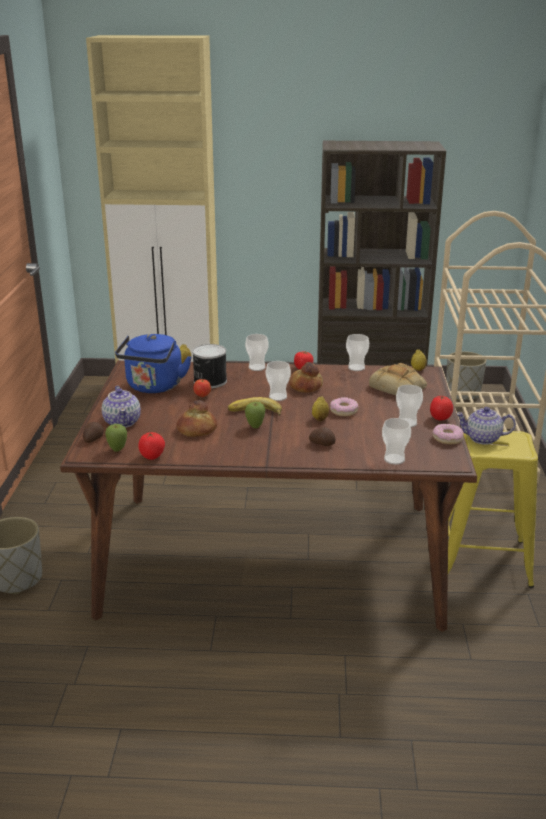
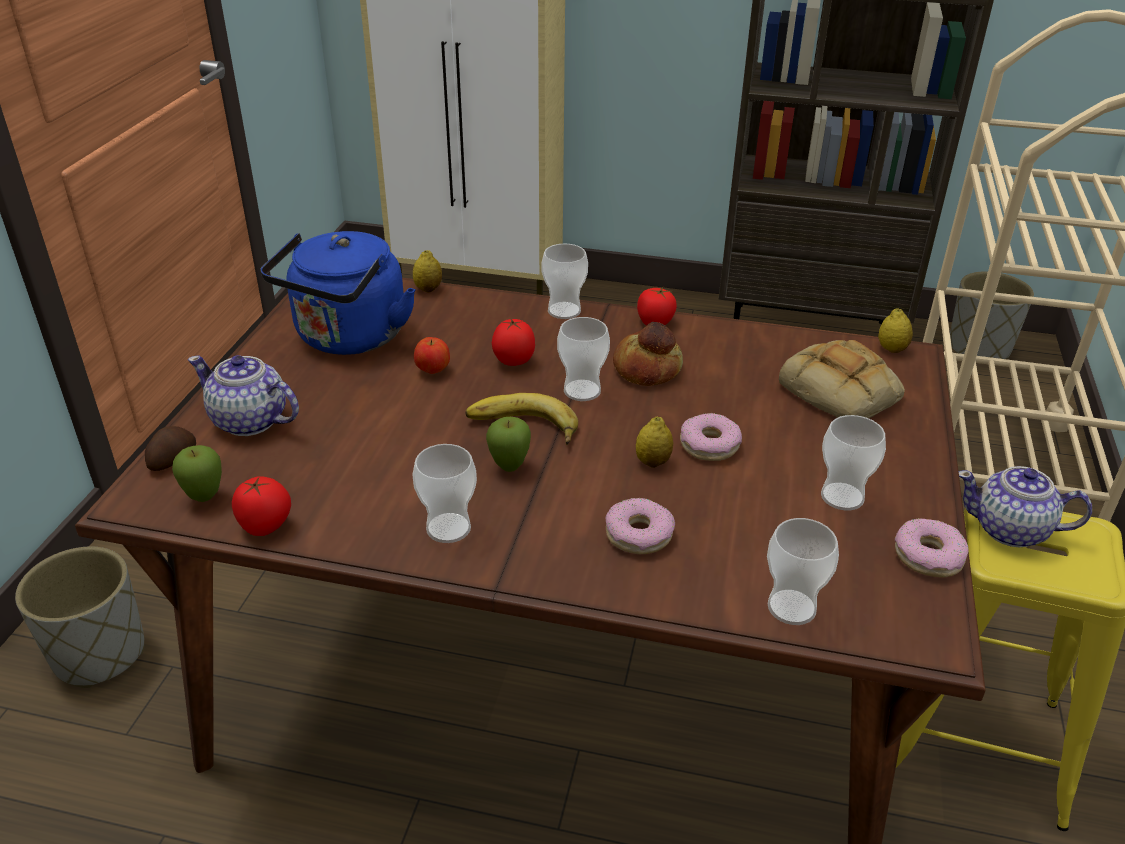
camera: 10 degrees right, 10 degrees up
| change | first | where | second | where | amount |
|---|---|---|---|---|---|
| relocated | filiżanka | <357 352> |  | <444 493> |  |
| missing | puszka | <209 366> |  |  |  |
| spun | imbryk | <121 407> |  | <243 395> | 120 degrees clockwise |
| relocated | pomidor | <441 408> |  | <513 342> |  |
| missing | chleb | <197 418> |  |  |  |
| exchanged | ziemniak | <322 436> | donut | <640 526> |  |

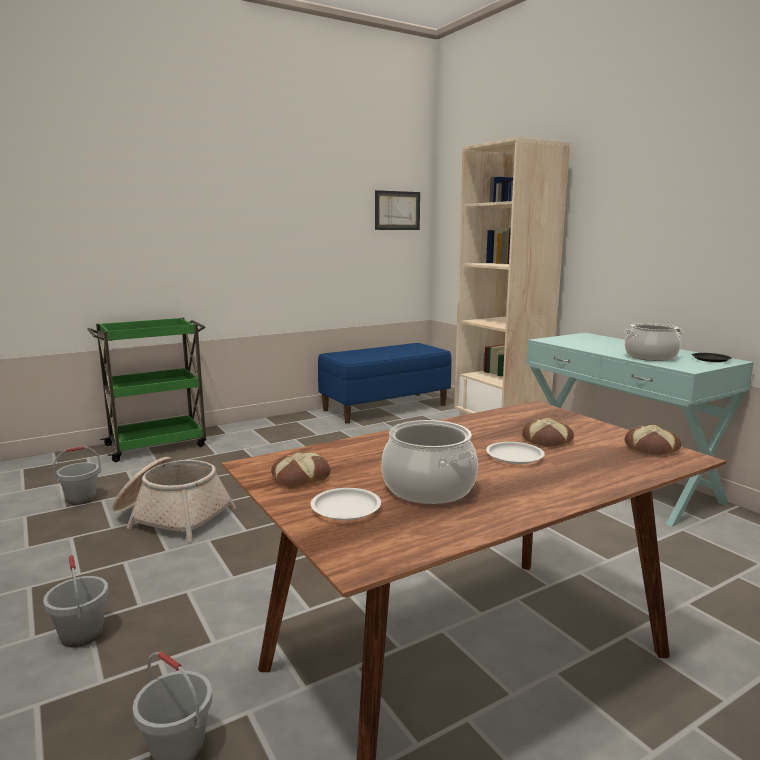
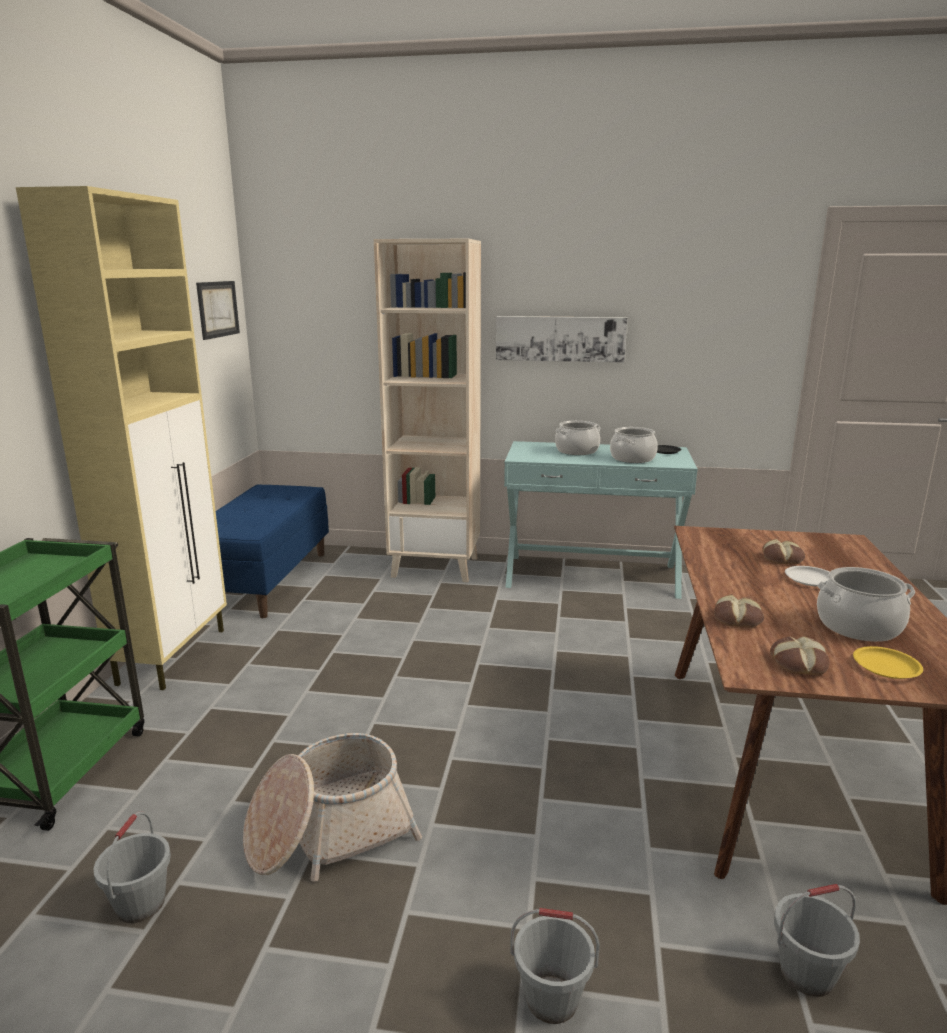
camera: 50 degrees left, 5 degrees up
| change | first | where | second | where | amount |
|---|---|---|---|---|---|
| relocated | chleb | <653 440> |  | <739 611> |  |
| colour | talerz [biały] | <346 504> | talerz [żółty] | <888 662> |  |
| appeared |  |  | szafka [beżowy] | <121 438> |  |
| appeared |  |  | obraz | <561 339> |  |
| appeared |  |  | garnek | <577 438> |  |

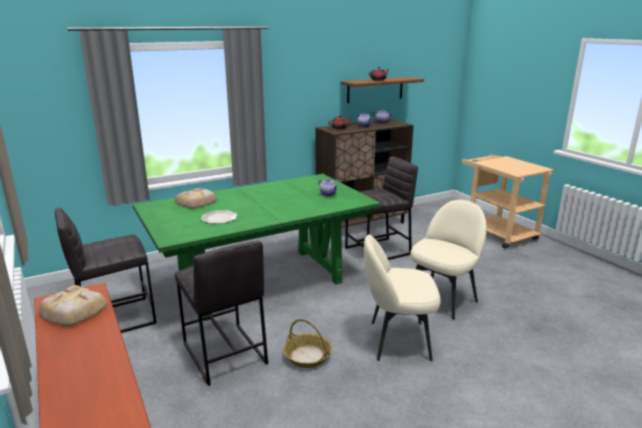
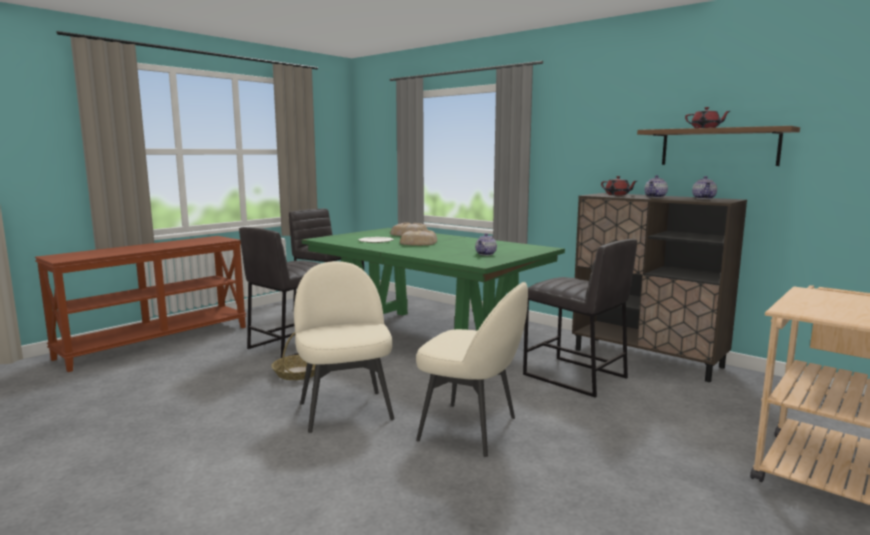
camera: 70 degrees right, 10 degrees down
| change | first | where | second | where | amount |
|---|---|---|---|---|---|
| relocated | chleb | <73 305> |  | <418 238> |  |

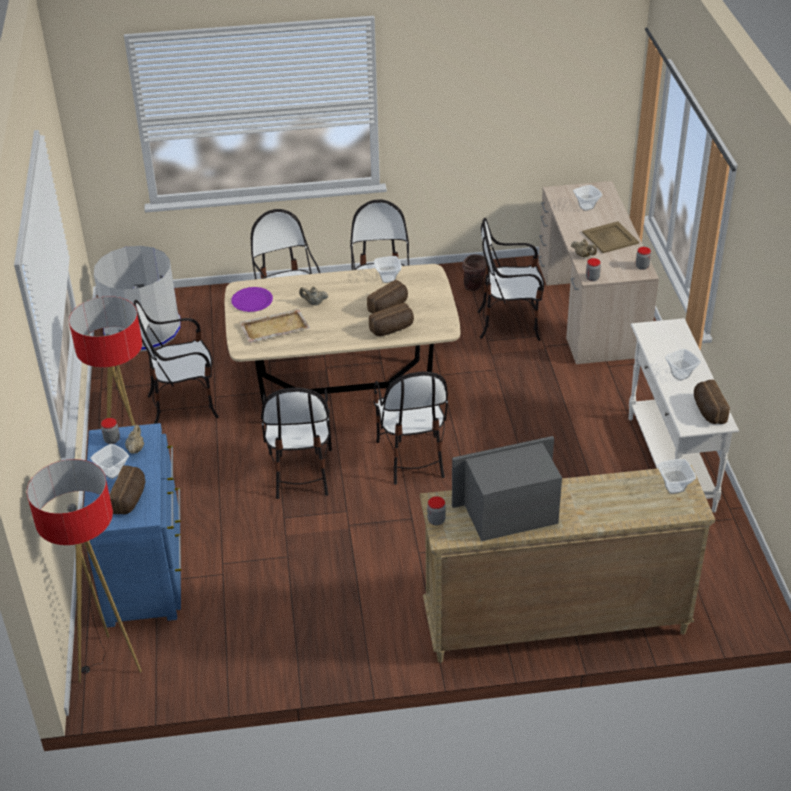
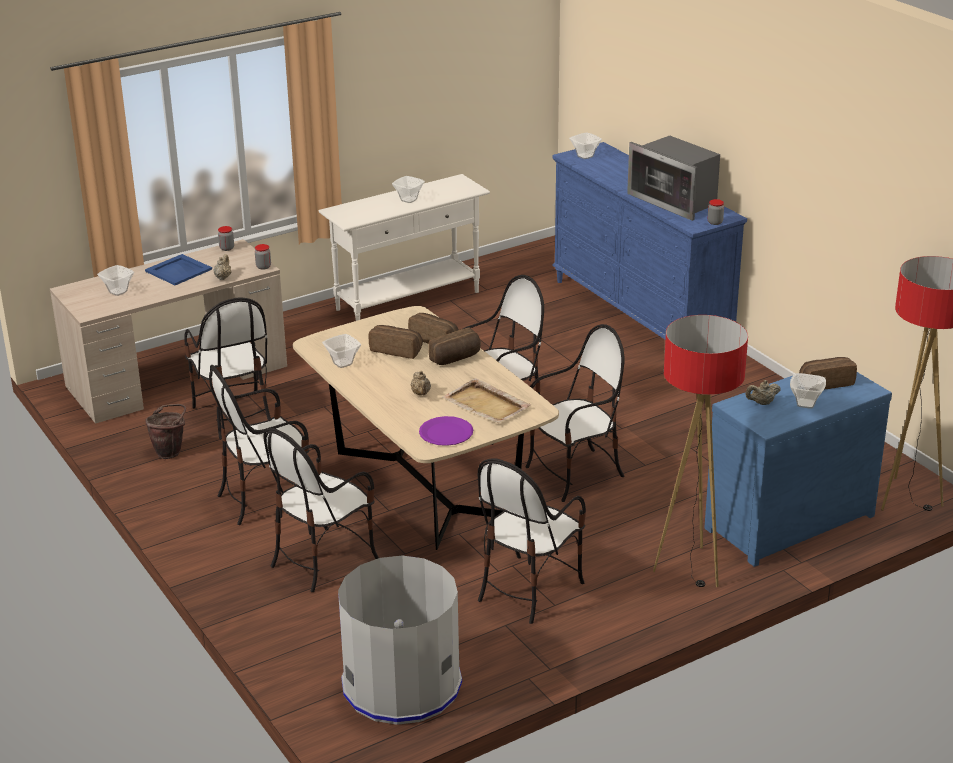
camera: 115 degrees left, 10 degrees down
| change | first | where | second | where | amount |
|---|---|---|---|---|---|
| colour | taca [beżowy] | <610 237> | taca [niebieski] | <178 269> |  |
| spun | krzesło | <176 362> |  | <532 541> | 75 degrees clockwise |
| relocated | chleb | <712 402> |  | <454 346> |  |
| missing | słoik | <110 431> |  |  |  |
| colour | komoda [beżowy] | <567 564> | komoda [niebieski] | <649 240> |  |

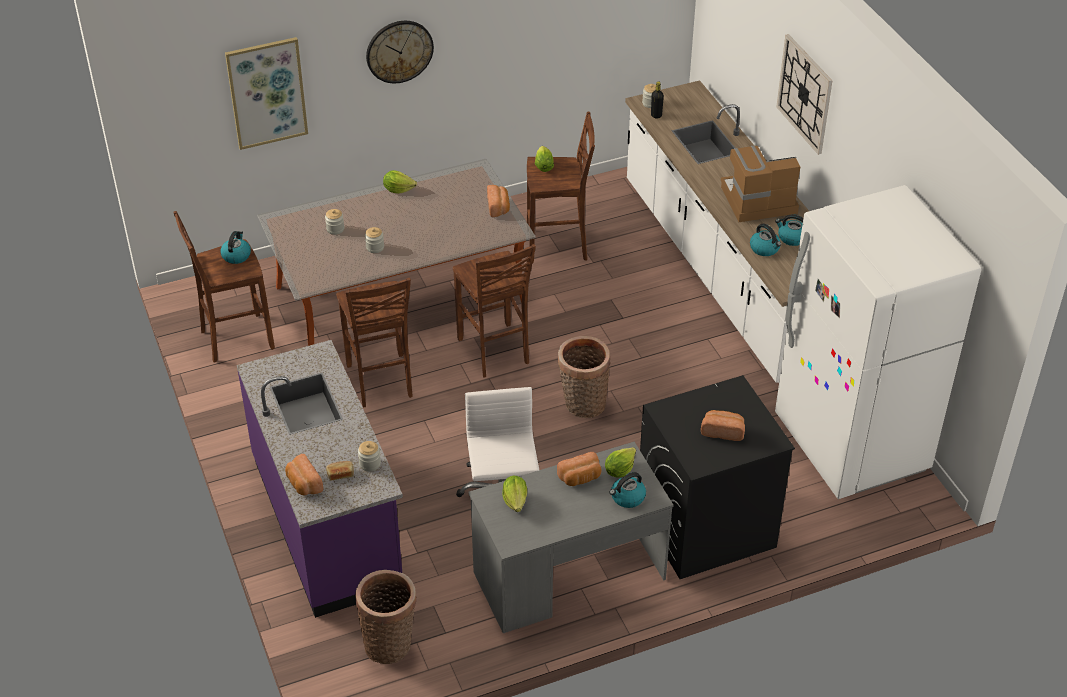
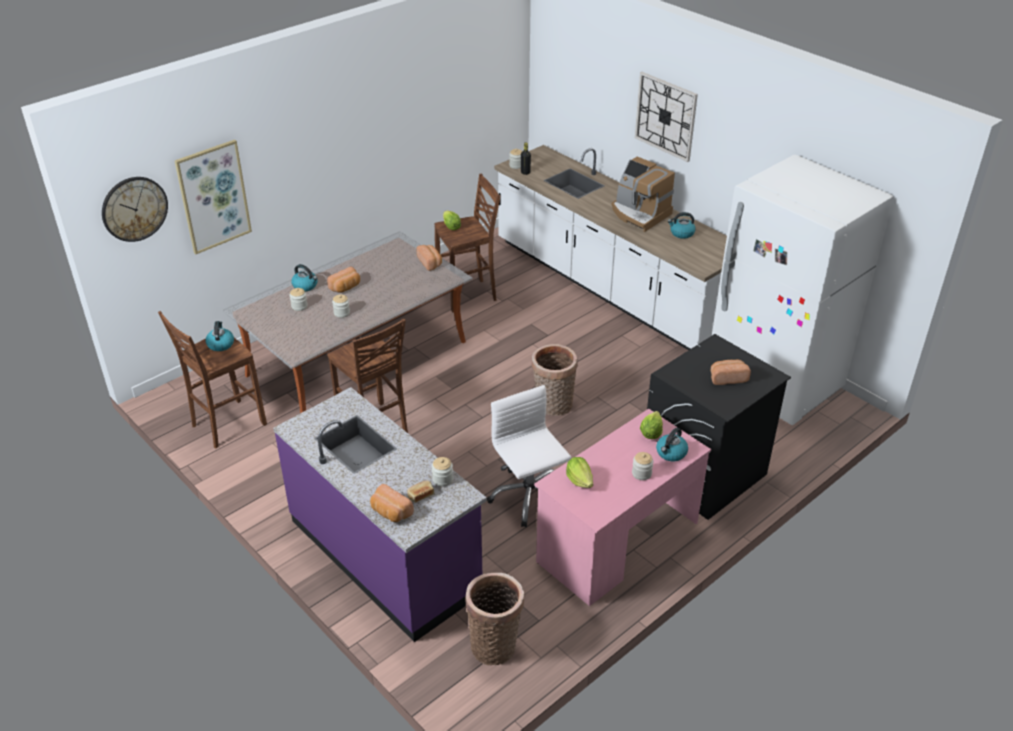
camera: 20 degrees left, 5 degrees down
| change | first | where | second | where | amount |
|---|---|---|---|---|---|
| relocated | zegar ścienny | <400 52> |  | <135 209> |  |
| spun | ekspres do kawy | <760 184> |  | <643 194> | 105 degrees counterclockwise |
| missing | sałata | <400 182> |  |  |  |
| relocated | czajnik | <765 239> |  | <305 277> |  |
| missing | stołek [brązowy] | <494 310> |  |  |  |
| colour | biurko [szary] | <571 537> | biurko [różowy] | <622 507> |  |
| relocated | chleb | <579 469> |  | <343 279> |  |
| appeared |  |  | słoik | <642 466> |  |

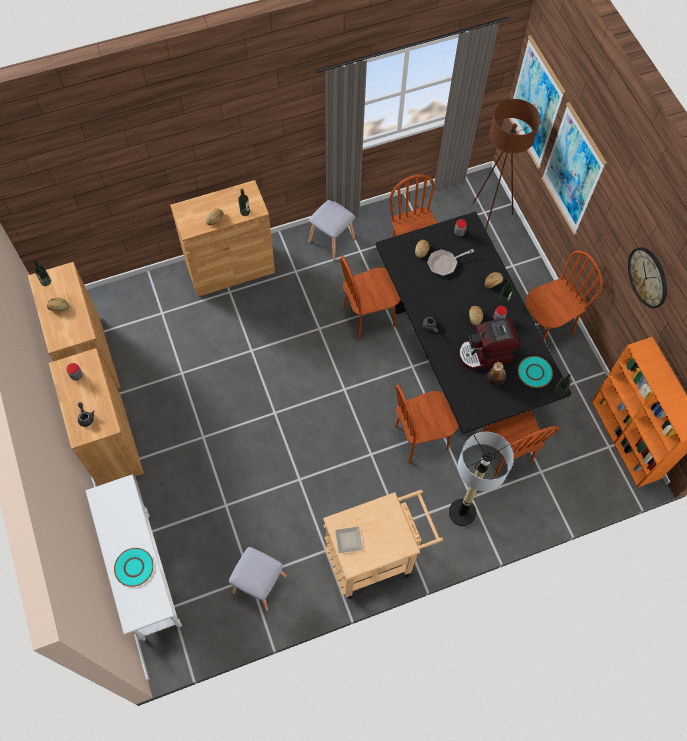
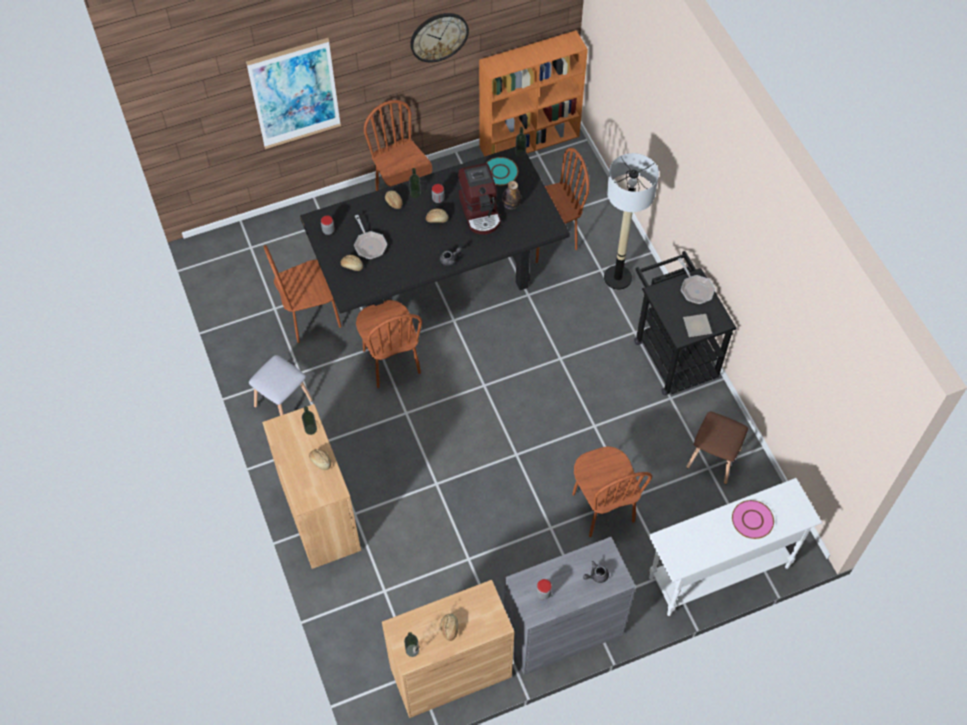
camera: 90 degrees left, 5 degrees down
| change | first | where | second | where | amount |
|---|---|---|---|---|---|
| missing | obraz | <537 102> |  |  |  |
| missing | lampa stojąca [brązowy] | <506 164> |  |  |  |
| colour | szafka [brązowy] | <96 417> | szafka [szary] | <570 606> |  |
| relocated | krzesło [brązowy] | <427 424> |  | <612 491> |  |
| colour | wózek [beżowy] | <383 544> | wózek [czarny] | <685 323> |  |
| colour | stołek [szary] | <258 579> | stołek [brązowy] | <717 448> |  |
| colour | talerz [turkusowy] | <134 567> | talerz [różowy] | <753 519> |  |
| appeared |  |  | patelnia | <696 281> |  |

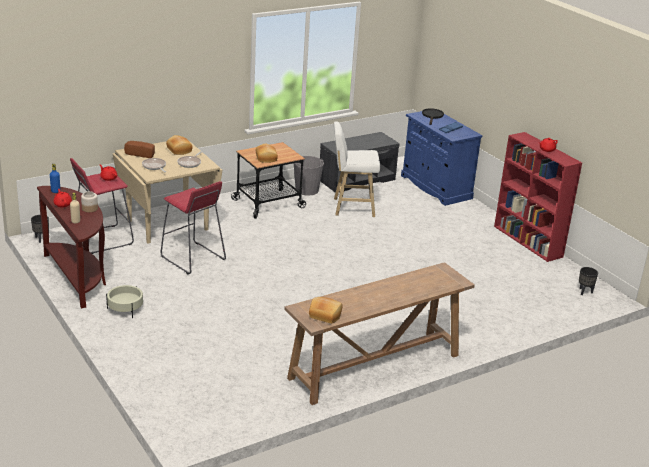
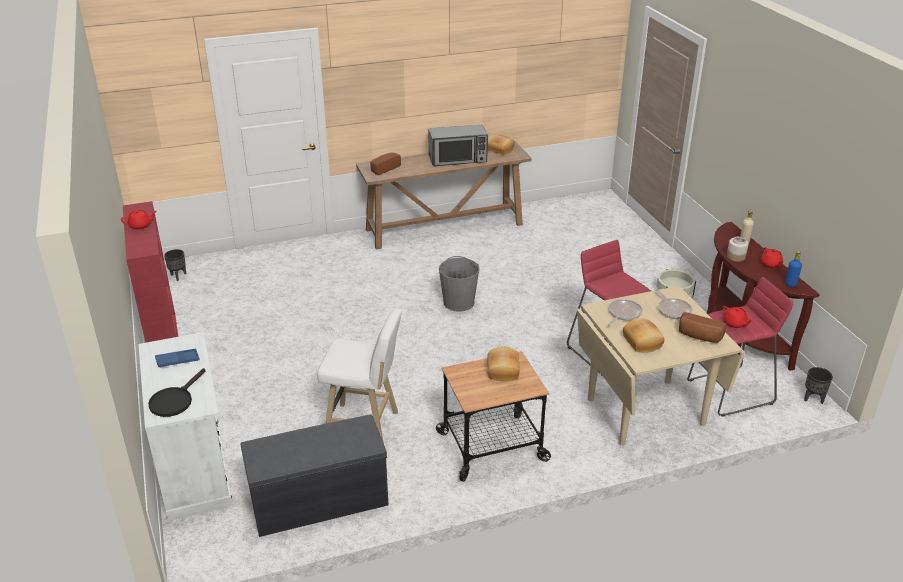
camera: 165 degrees left, 5 degrees up
| change | first | where | second | where | amount |
|---|---|---|---|---|---|
| colour | szafka [niebieski] | <442 158> | szafka [biały] | <185 426> |  |
| relocated | wiadro [szary] | <309 176> |  | <459 284> |  |
| appeared |  |  | mikrofalówka | <458 145> |  |
| appeared |  |  | chleb | <385 163> |  |

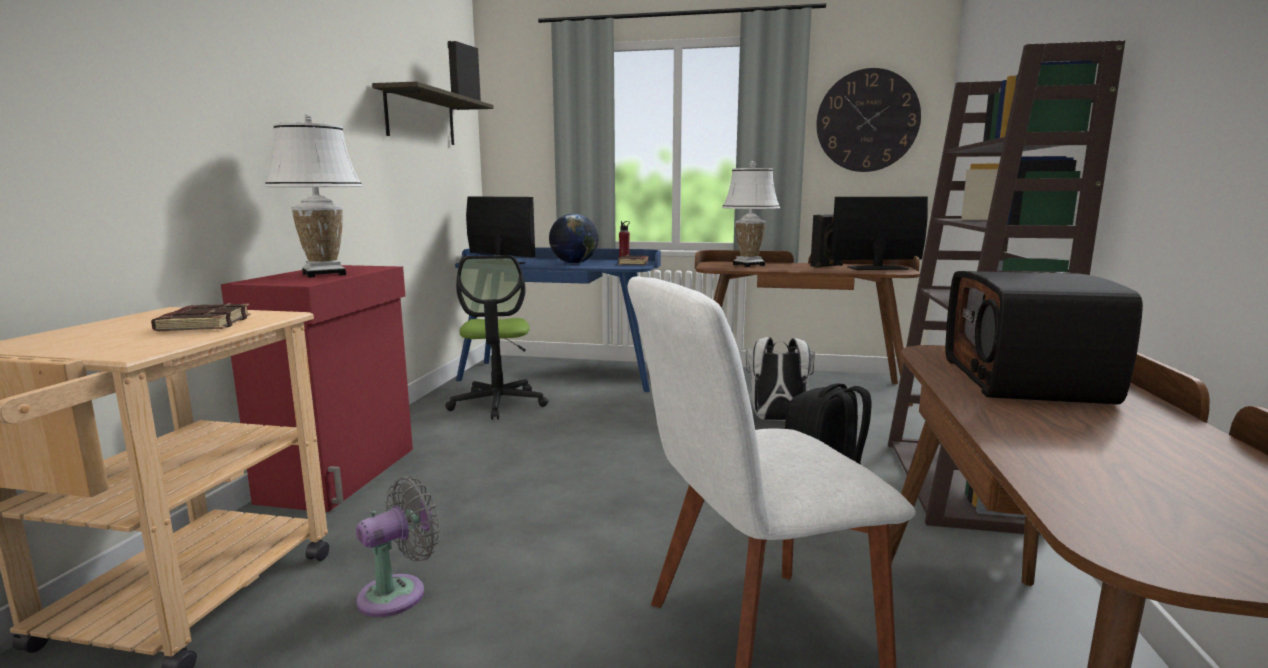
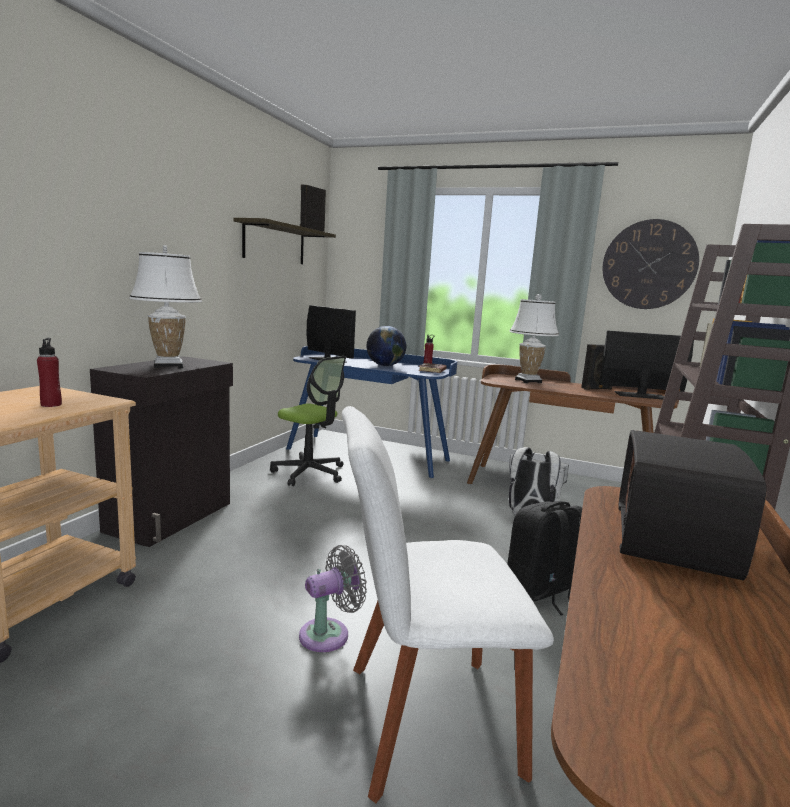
camera: 10 degrees right, 0 degrees up
| change | first | where | second | where | amount |
|---|---|---|---|---|---|
| spun | krzesło biurowe | <496 337> |  | <308 421> | 60 degrees counterclockwise |
| colour | szafka [czerwony] | <317 388> | szafka [czarny] | <161 451> |  |
| exchanged | książka [brązowy] | <200 317> | butelka [czerwony] | <49 372> |  |
| relocated | wentylator [szary] | <398 546> |  | <333 598> |  |

